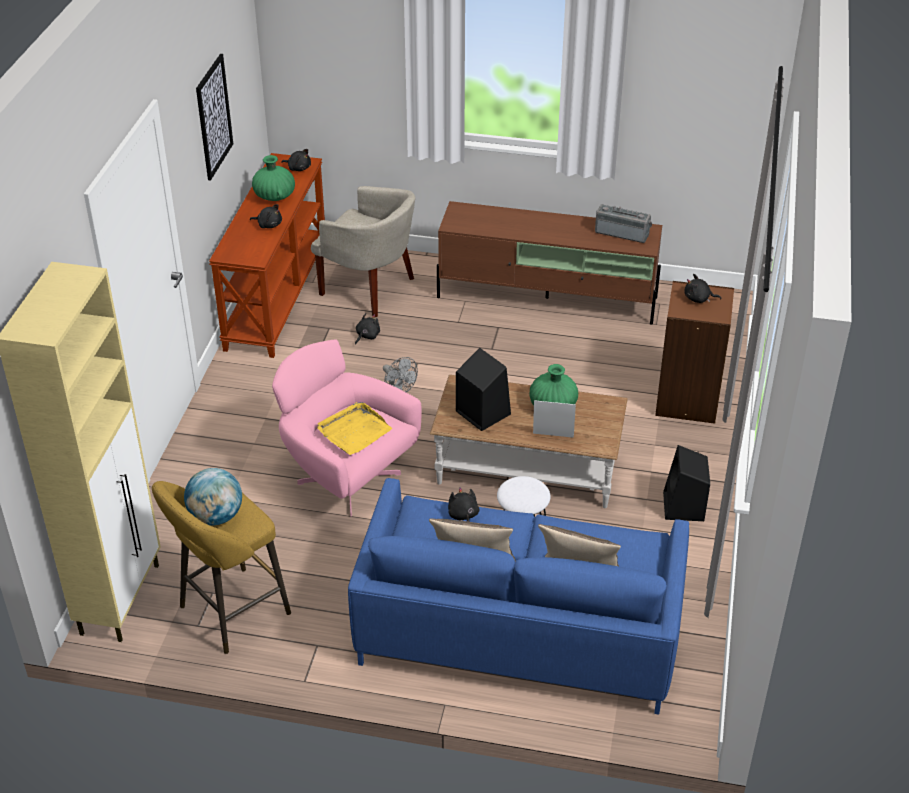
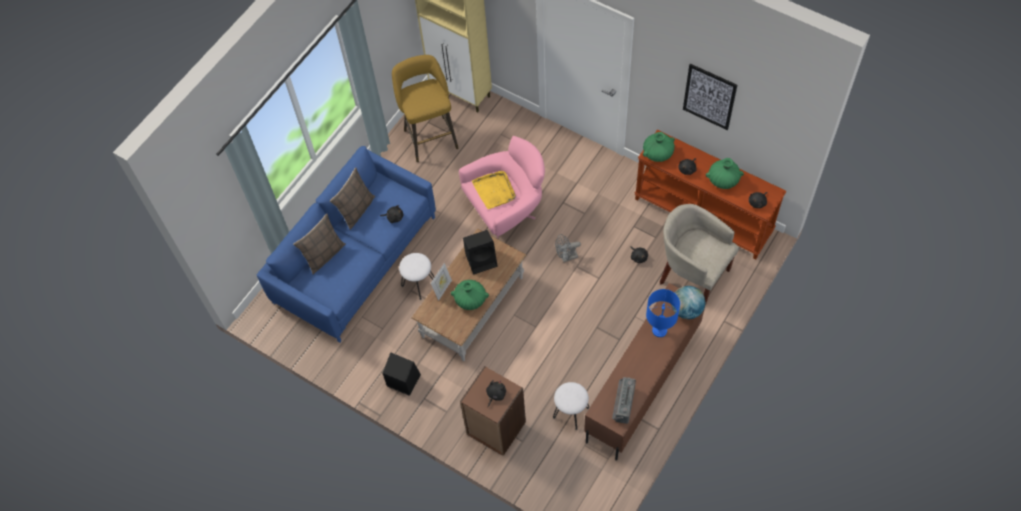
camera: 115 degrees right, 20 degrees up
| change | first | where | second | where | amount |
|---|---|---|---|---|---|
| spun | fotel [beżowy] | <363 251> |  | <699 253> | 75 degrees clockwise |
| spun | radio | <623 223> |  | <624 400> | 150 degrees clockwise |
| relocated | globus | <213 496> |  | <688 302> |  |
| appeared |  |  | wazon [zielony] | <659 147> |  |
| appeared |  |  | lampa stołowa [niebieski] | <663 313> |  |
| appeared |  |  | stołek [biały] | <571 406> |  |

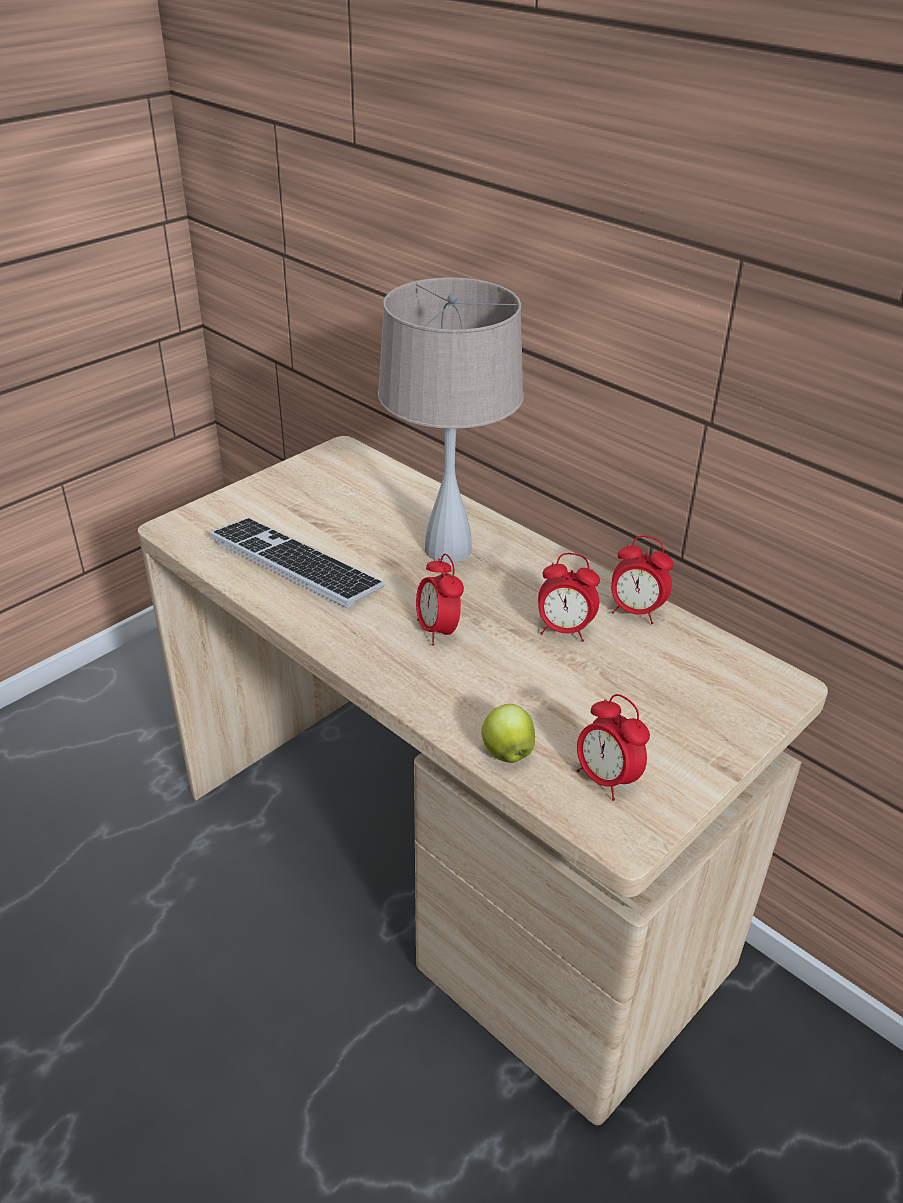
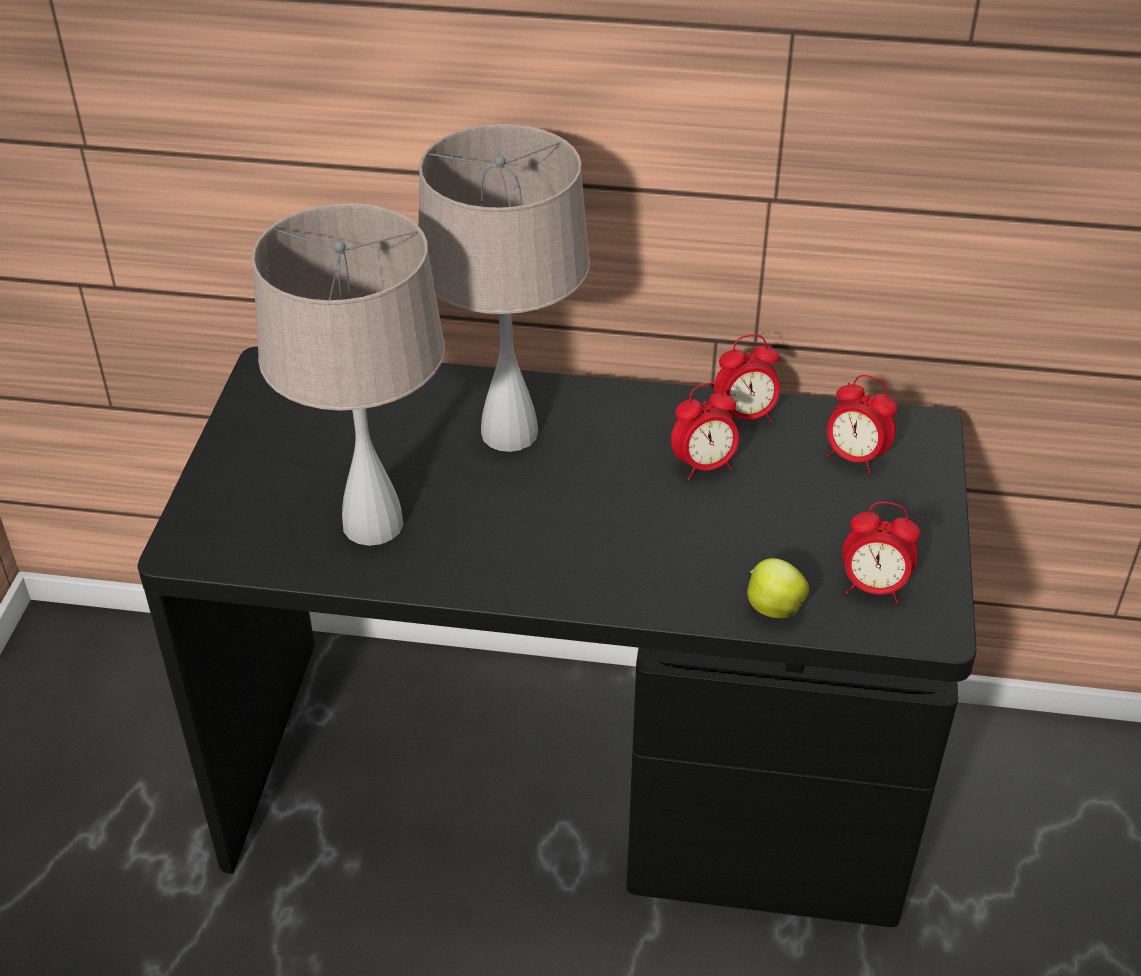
camera: 35 degrees left, 5 degrees up
| change | first | where | second | where | amount |
|---|---|---|---|---|---|
| colour | biurko [beżowy] | <483 780> | biurko [czarny] | <556 636> |  |
| exchanged | klawiatura | <297 562> | lampa stołowa [beżowy] | <348 374> |  |
| relocated | budzik | <440 599> |  | <862 424> |  |

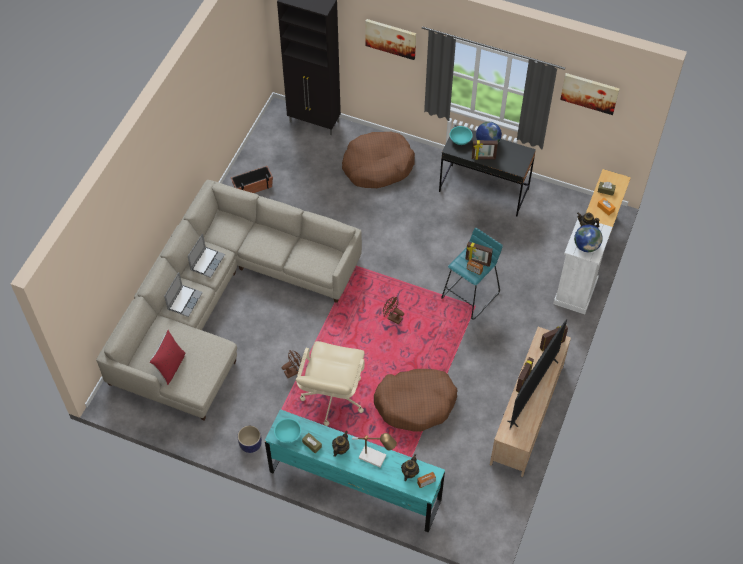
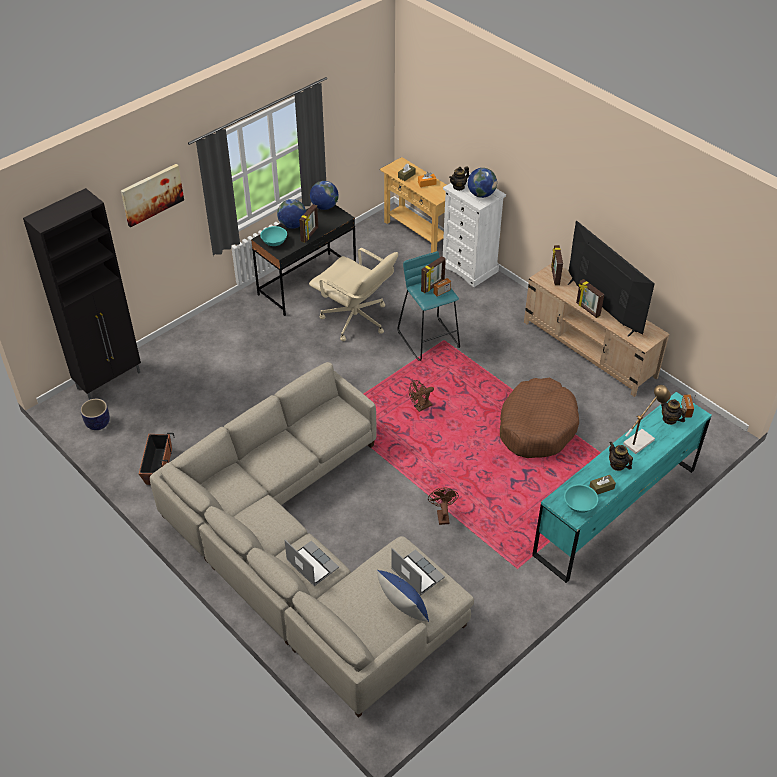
camera: 65 degrees left, 10 degrees down
| change | first | where | second | where | amount |
|---|---|---|---|---|---|
| missing | obraz | <590 94> |  |  |  |
| missing | legowisko [brązowy] | <378 160> |  |  |  |
| relocated | laptop | <206 255> |  | <418 572> |  |
| colour | poduszka [czerwony] | <167 357> | poduszka [niebieski] | <403 596> |  |
| relocated | krzesło biurowe [beżowy] | <330 383> |  | <353 294> |  |
| relocated | donica | <249 439> |  | <95 414> |  |
| appeared |  |  | globus | <324 195> |  |

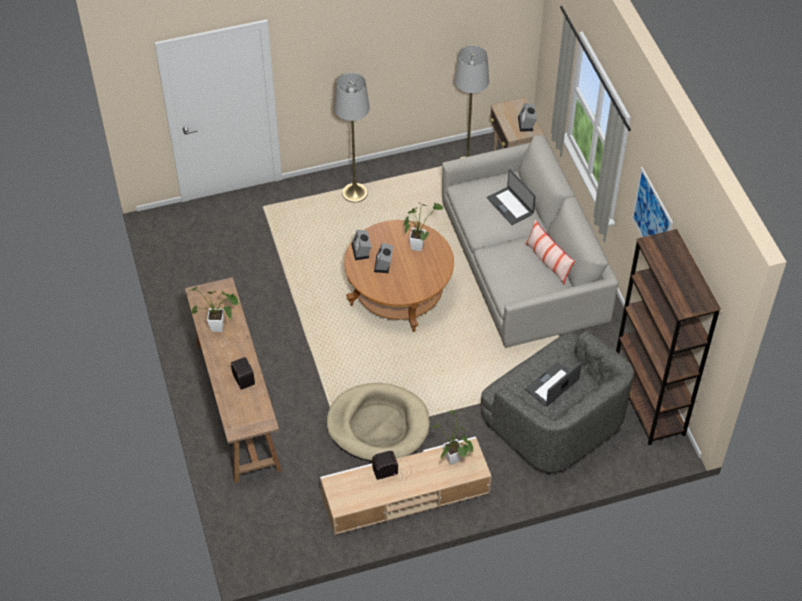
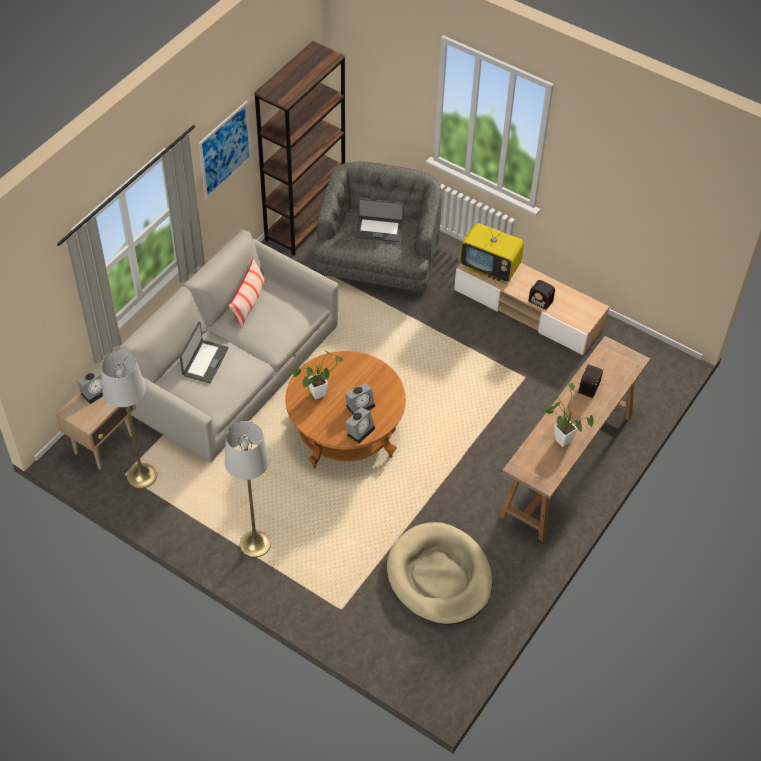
camera: 130 degrees left, 0 degrees up
| change | first | where | second | where | amount |
|---|---|---|---|---|---|
| relocated | legowisko [beżowy] | <378 422> |  | <439 573> |  |
| exchanged | roślina doniczkowa | <453 437> | telewizor | <492 251> |  |

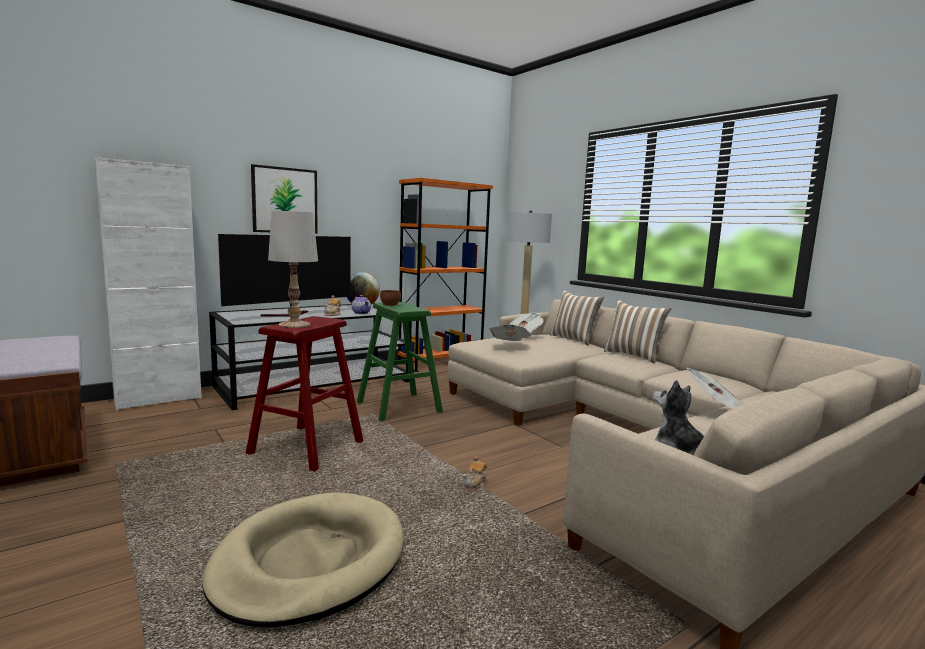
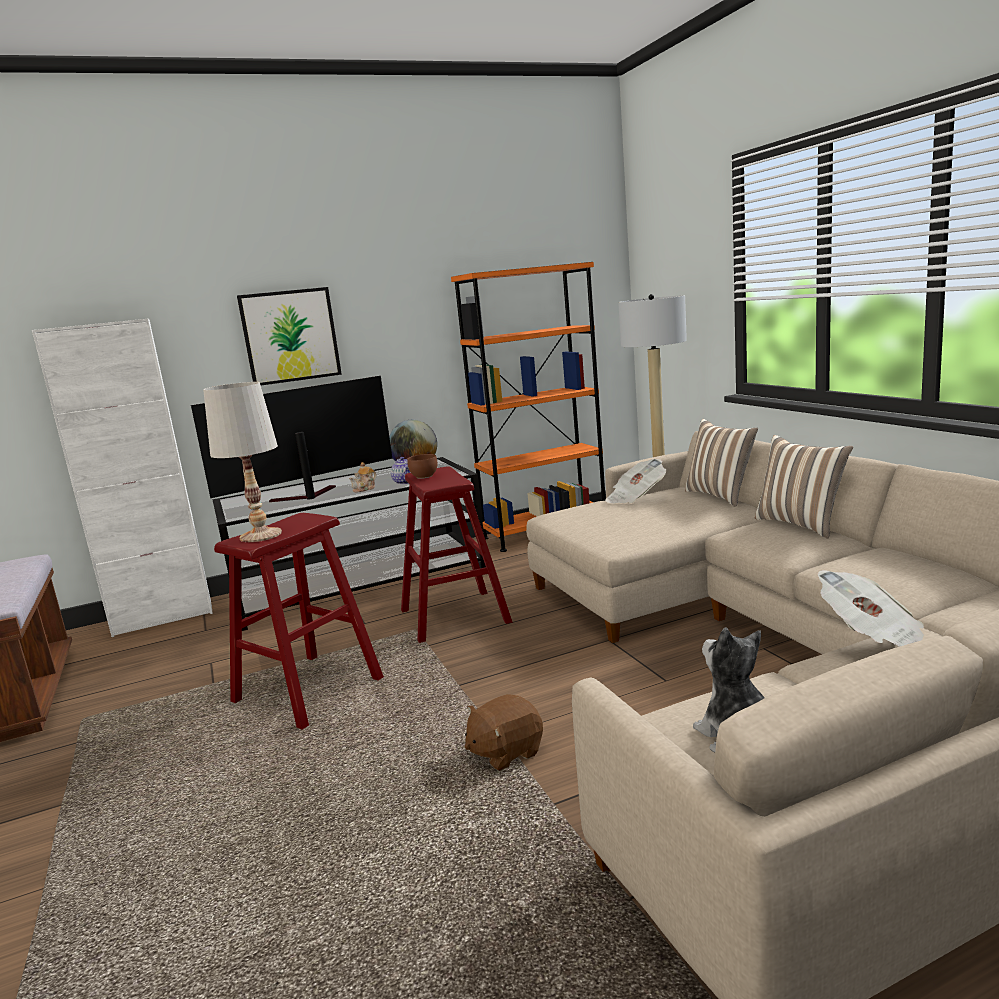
camera: 15 degrees right, 5 degrees up
| change | first | where | second | where | amount |
|---|---|---|---|---|---|
| colour | stołek [zielony] | <400 362> | stołek [czerwony] | <456 554> |  |
| missing | gazeta | <510 333> |  |  |  |
| exchanged | imbryk | <474 473> | pluszak [brązowy] | <504 732> |  |
| missing | legowisko [beżowy] | <303 560> |  |  |  |

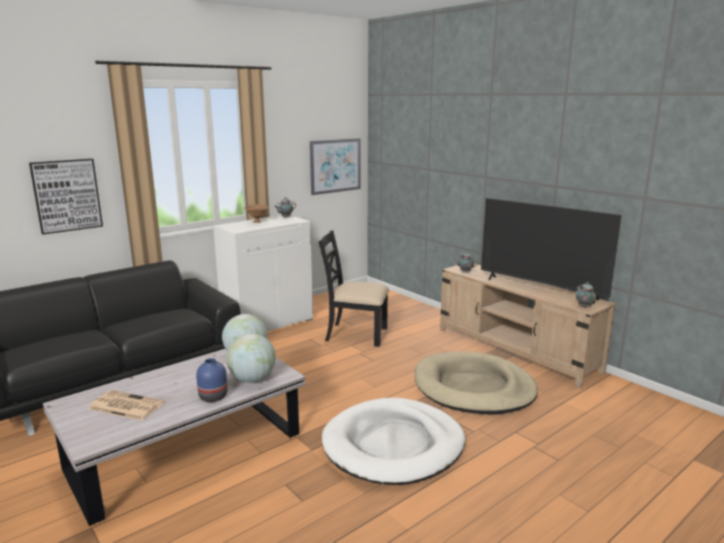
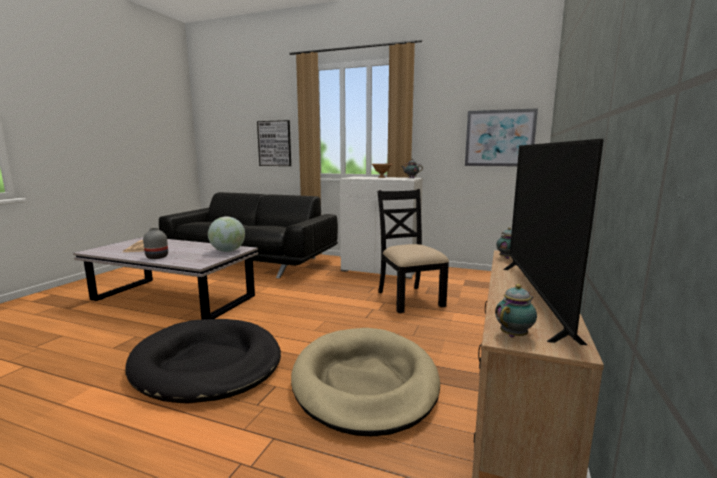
camera: 60 degrees right, 5 degrees down
| change | first | where | second | where | amount |
|---|---|---|---|---|---|
| missing | globus | <251 358> |  |  |  |
| colour | wazon [niebieski] | <212 380> | wazon [szary] | <155 243> |  |
| colour | legowisko [biały] | <393 441> | legowisko [czarny] | <203 361> |  |

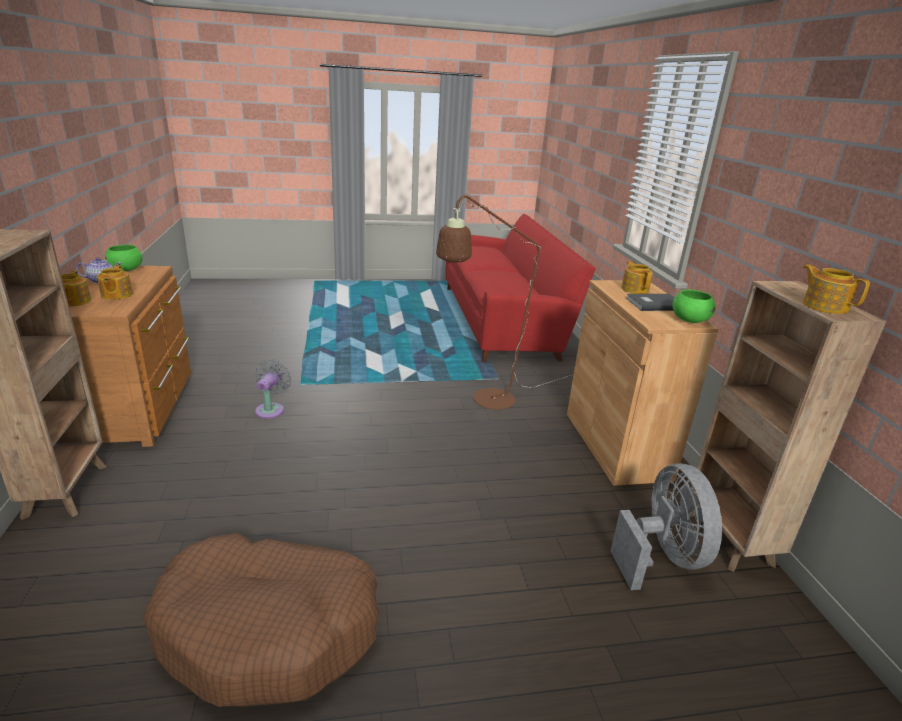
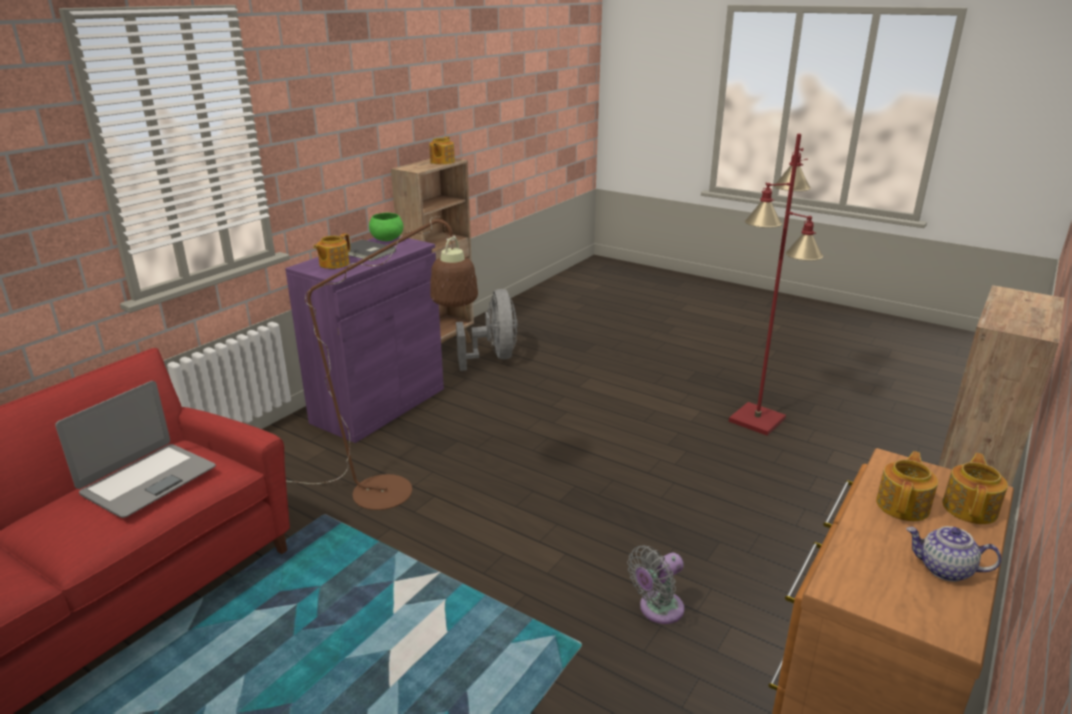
camera: 135 degrees left, 0 degrees up
| change | first | where | second | where | amount |
|---|---|---|---|---|---|
| missing | miska [zielony] | <124 258> |  |  |  |
| colour | szafka [brązowy] | <642 383> | szafka [fioletowy] | <364 339> |  |
| spun | wentylator [szary] | <666 526> |  | <486 330> | 135 degrees clockwise |
| exchanged | legowisko [brązowy] | <261 620> | lampa stojąca [czerwony] | <776 284> |  |
| appeared |  |  | laptop | <135 449> |  |

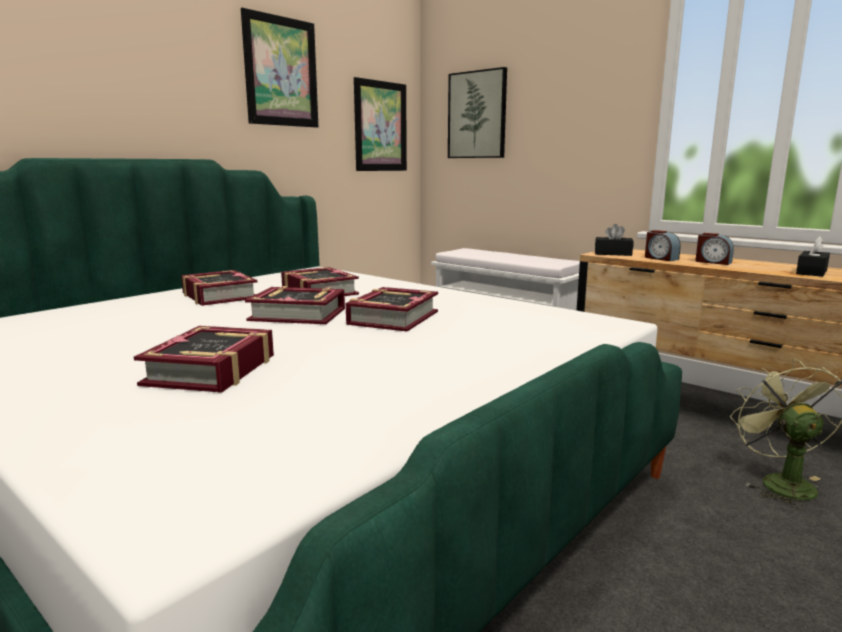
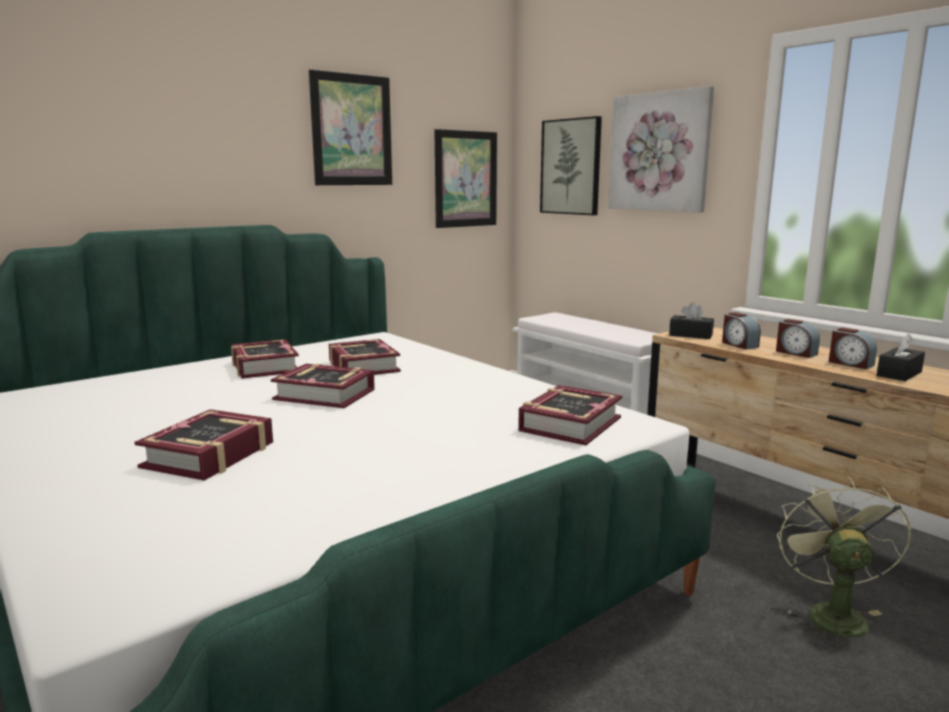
camera: 10 degrees right, 0 degrees up
| change | first | where | second | where | amount |
|---|---|---|---|---|---|
| relocated | książka | <392 309> |  | <570 415> |  |
| appeared |  |  | obraz | <661 149> |  |
| appeared |  |  | budzik | <853 348> |  |

